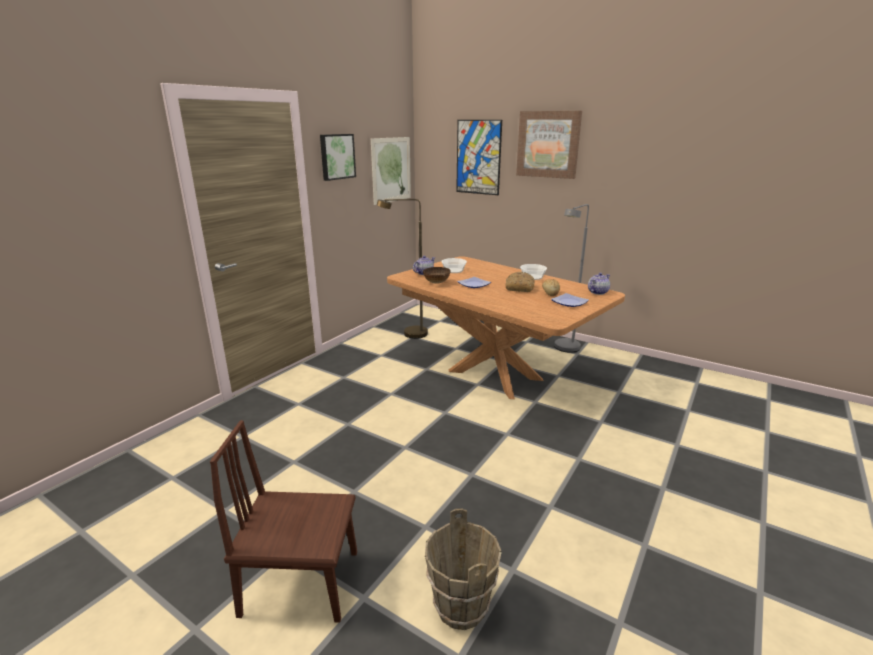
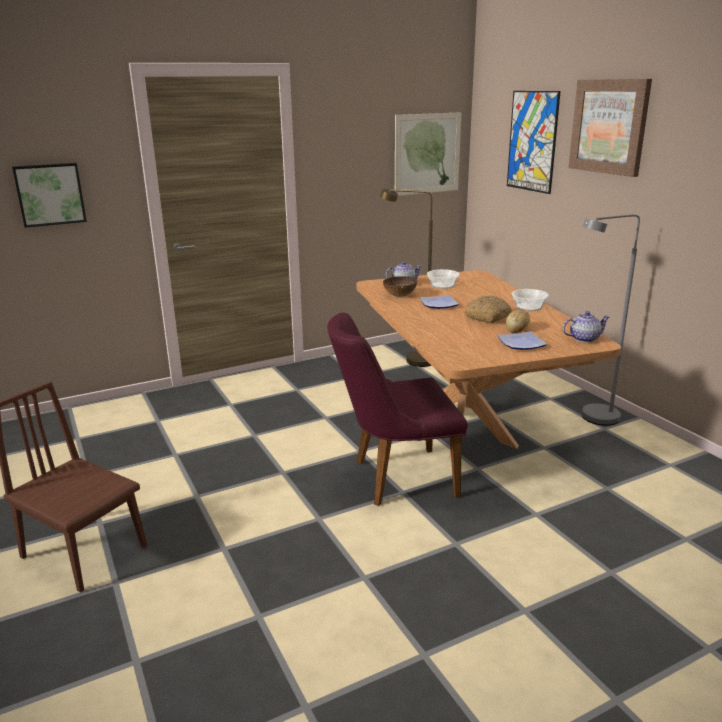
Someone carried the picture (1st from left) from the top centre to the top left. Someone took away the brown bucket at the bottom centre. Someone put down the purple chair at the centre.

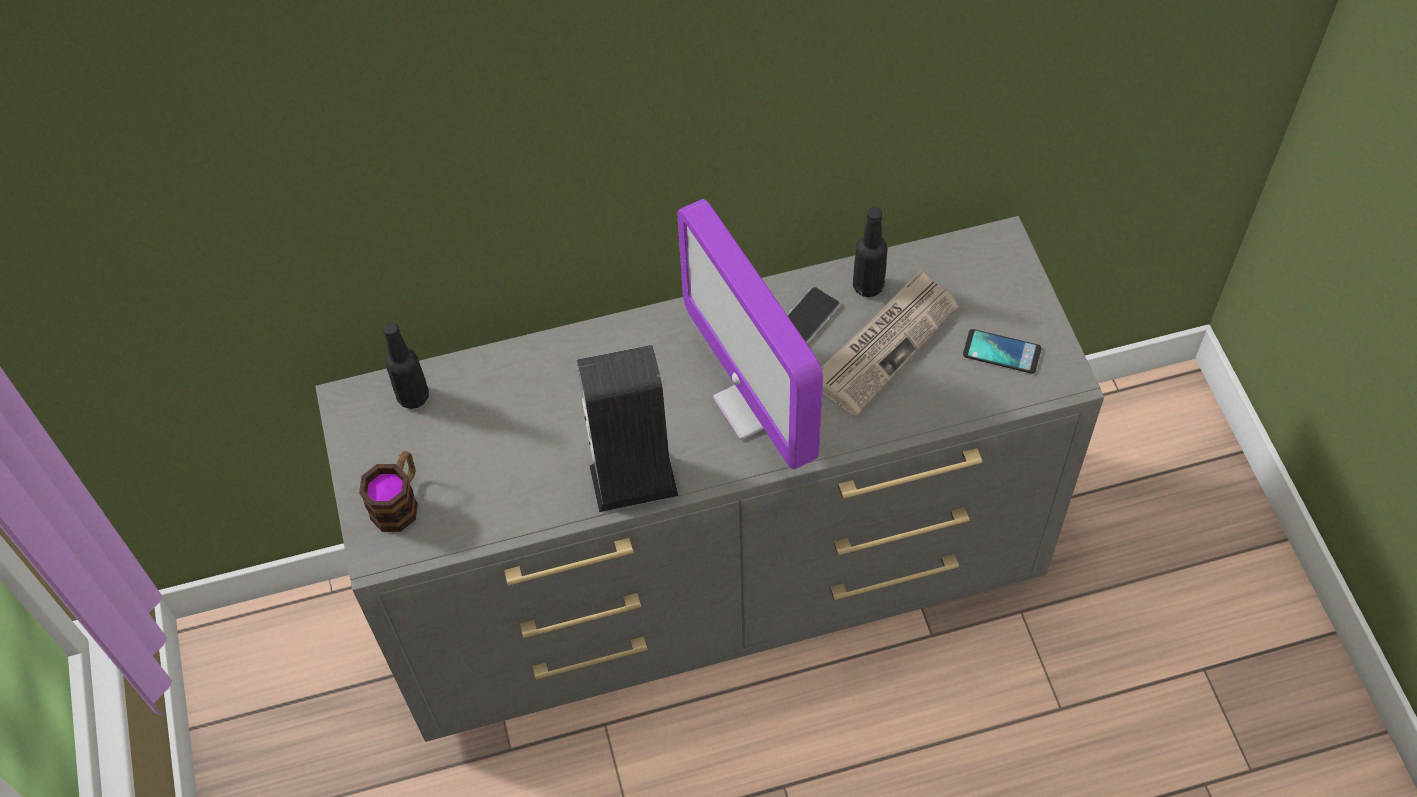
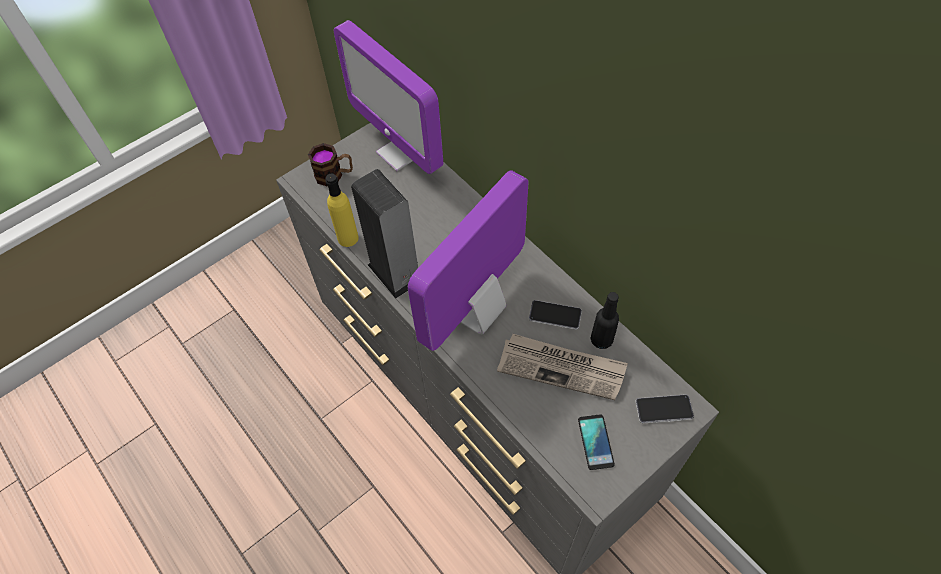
Someone swapped the black bottle (1st from left) at the middle left for the monitor (1st from left) at the top centre. Someone put down the yellow bottle at the centre. Someone put down the phone (3rd from left) at the bottom right.

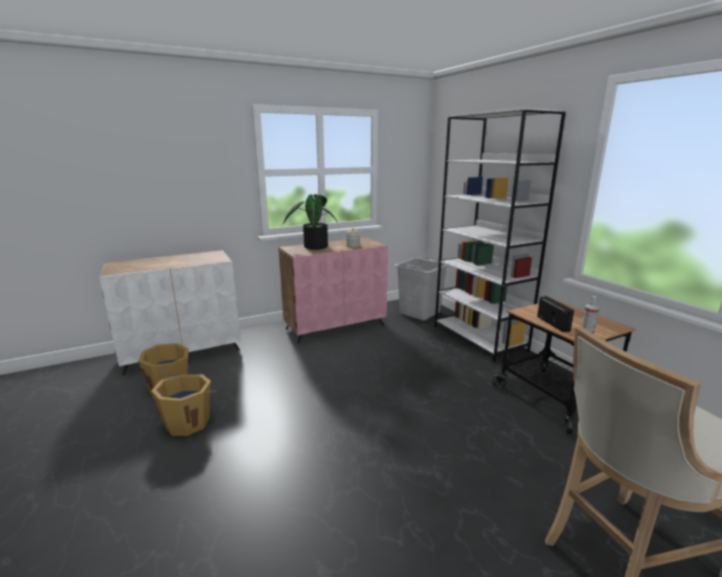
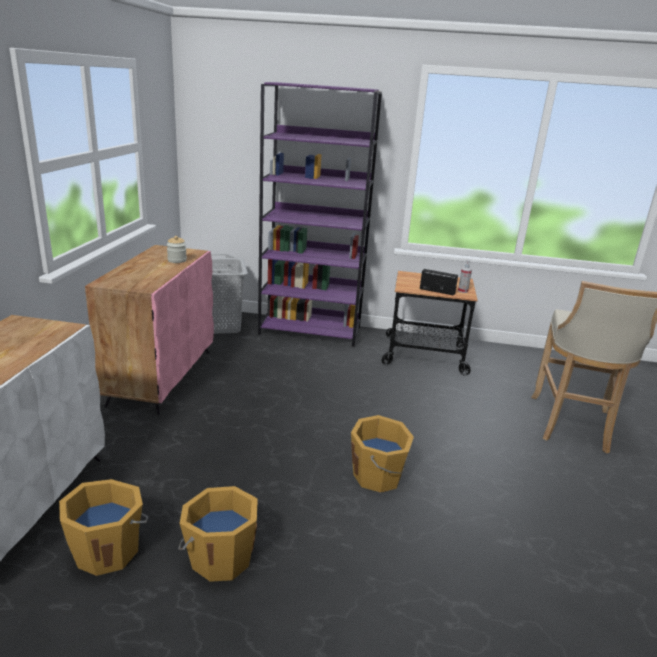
Someone repainted the white bookcase at the middle right, which became the purple bookcase at the top centre. Someone took away the potted plant at the centre. Someone put down the orange bucket (3rd from left) at the bottom centre.

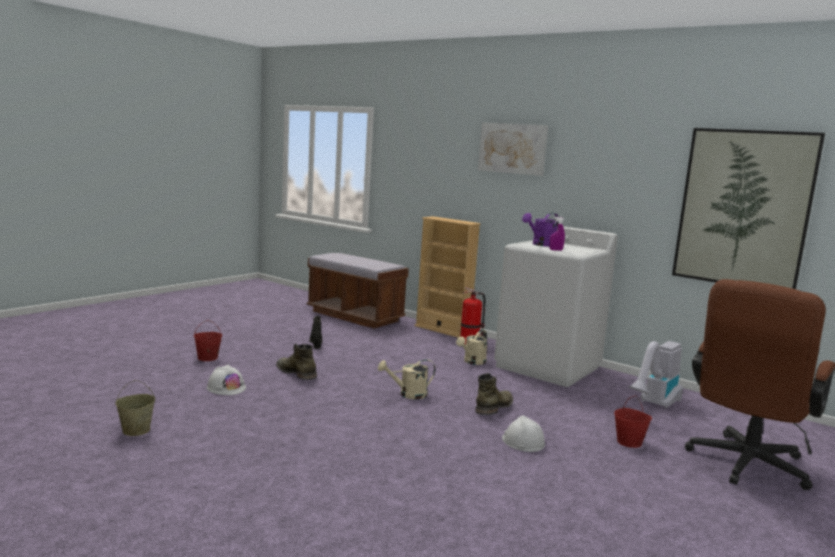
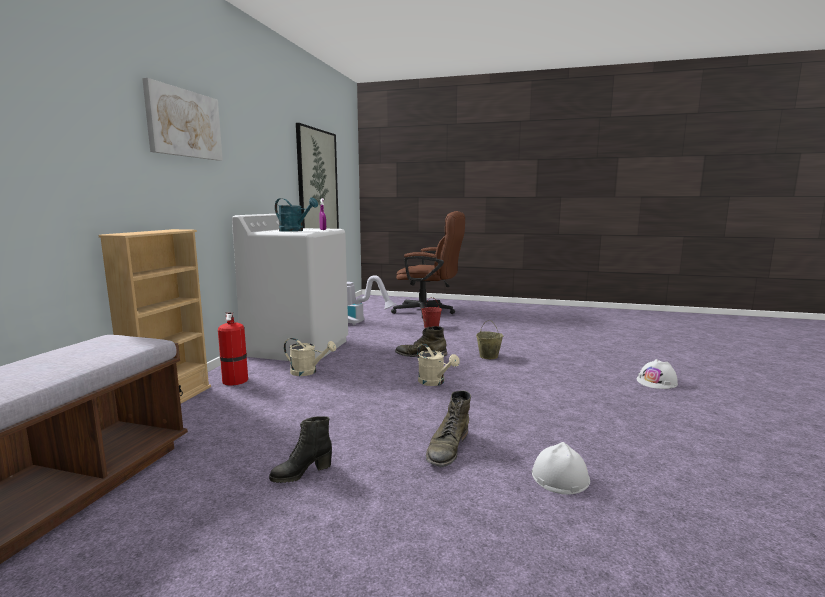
Someone repainted the purple watering can at the centre, which became the turquoise watering can at the centre. Someone took away the red bucket (1st from left) at the middle left. Someone carried the beige bucket from the bottom left to the centre. Someone carried the white hard hat (2nd from left) from the bottom centre to the middle right.

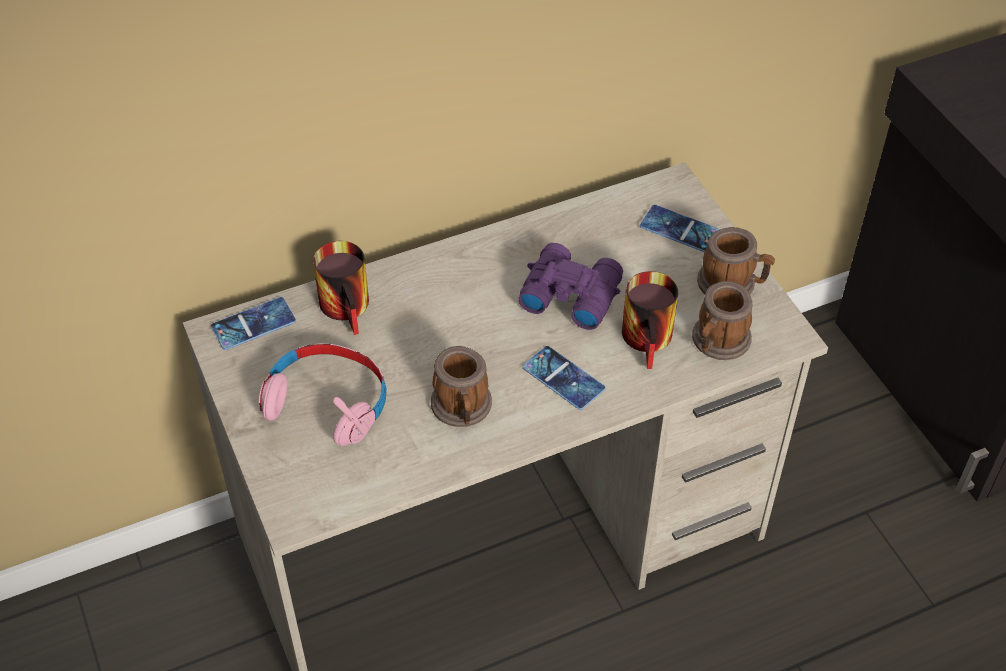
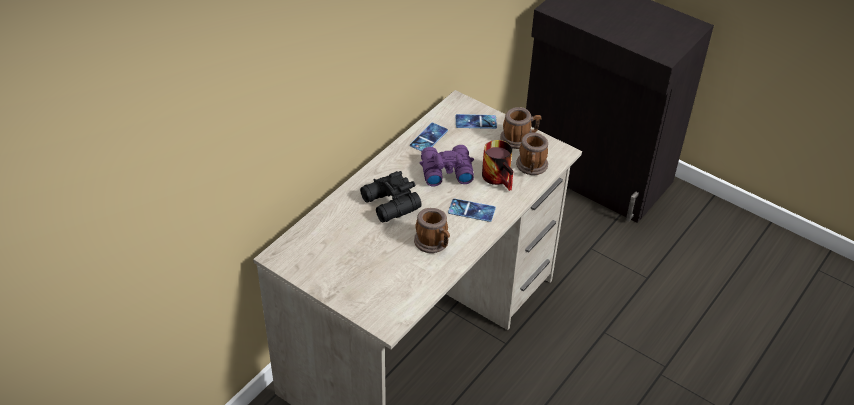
Someone took away the mug (1st from left) at the centre. Someone carried the phone (1st from left) from the middle left to the centre. Someone took away the pink headphones at the middle left. Someone put down the black binoculars at the centre.

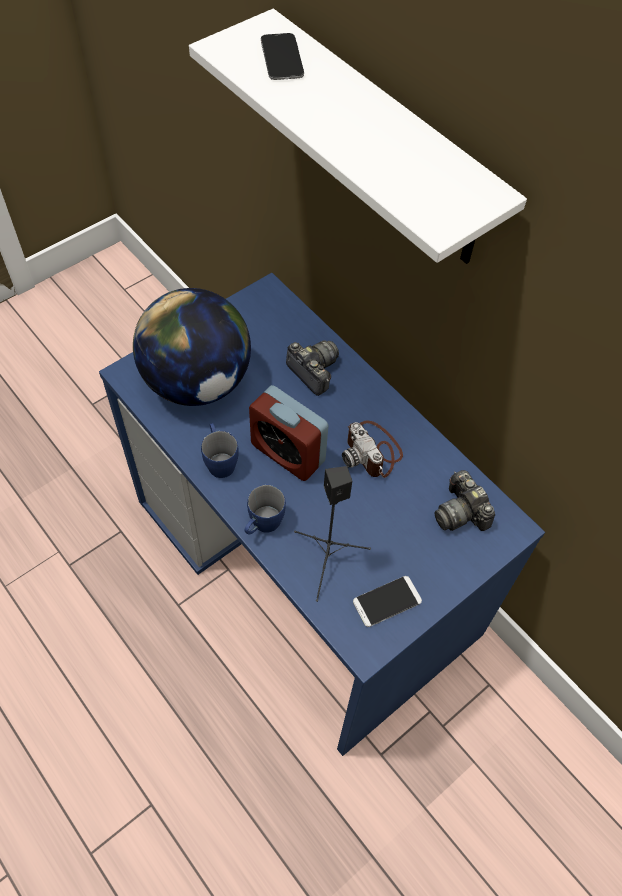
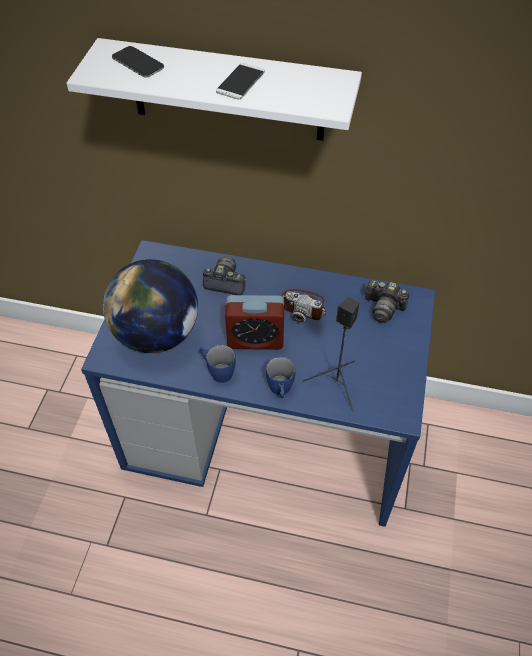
Someone carried the phone (2nd from left) from the bottom centre to the top centre.

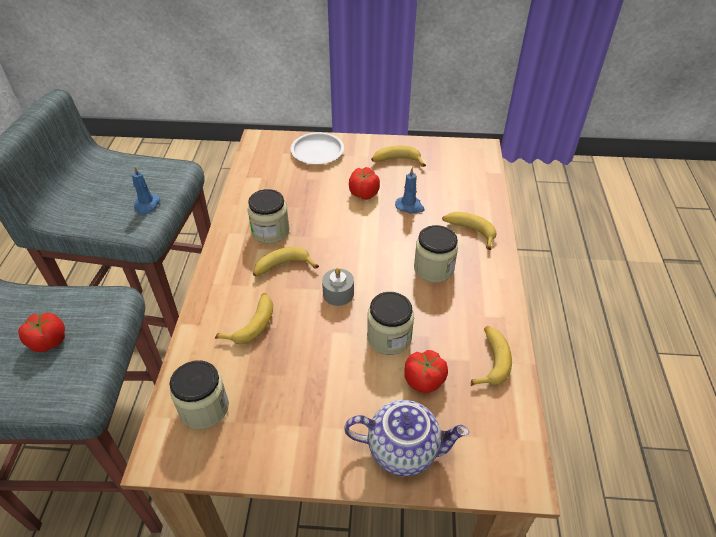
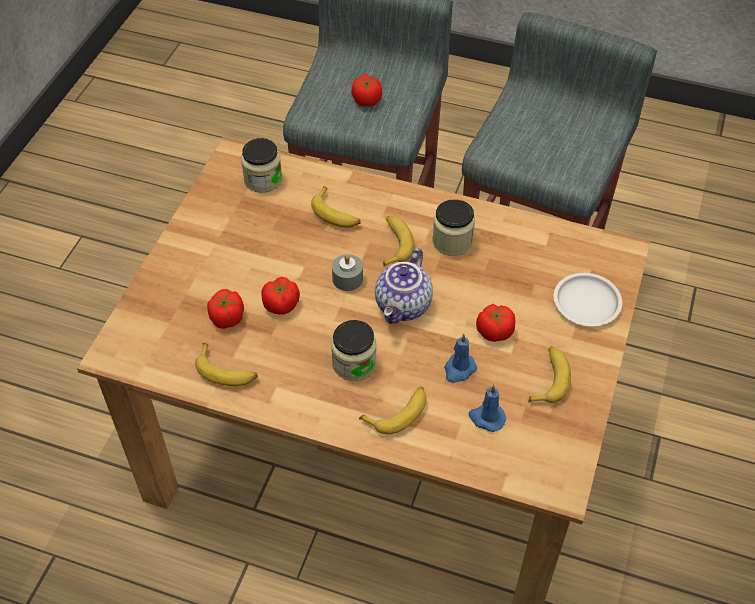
Someone carried the blue candle (1st from left in the first image) from the middle left to the bottom centre. Someone swapped the jar (3rd from left) at the centre for the tomato (2nd from left) at the centre. Someone carried the teapot from the bottom centre to the centre.

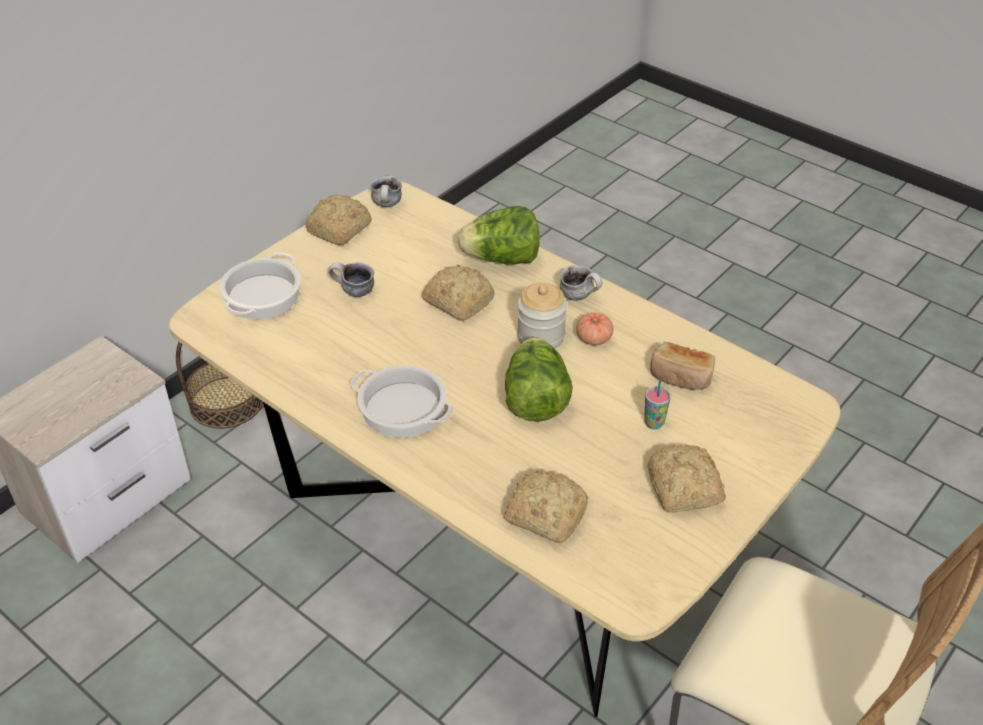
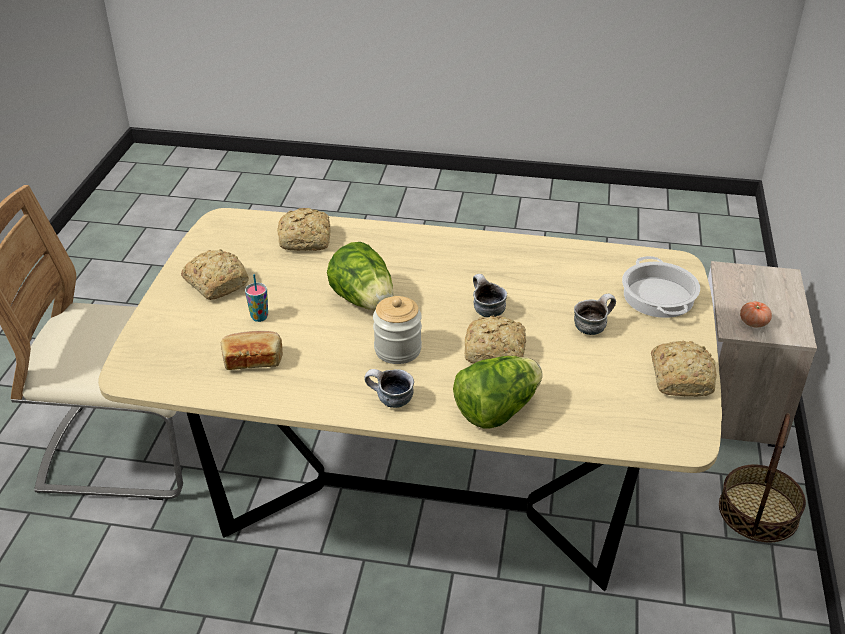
Someone carried the mug (2nd from left) from the top centre to the centre. Someone carried the tomato from the centre to the middle right. Someone took away the cooking pot (2nd from left) at the centre.

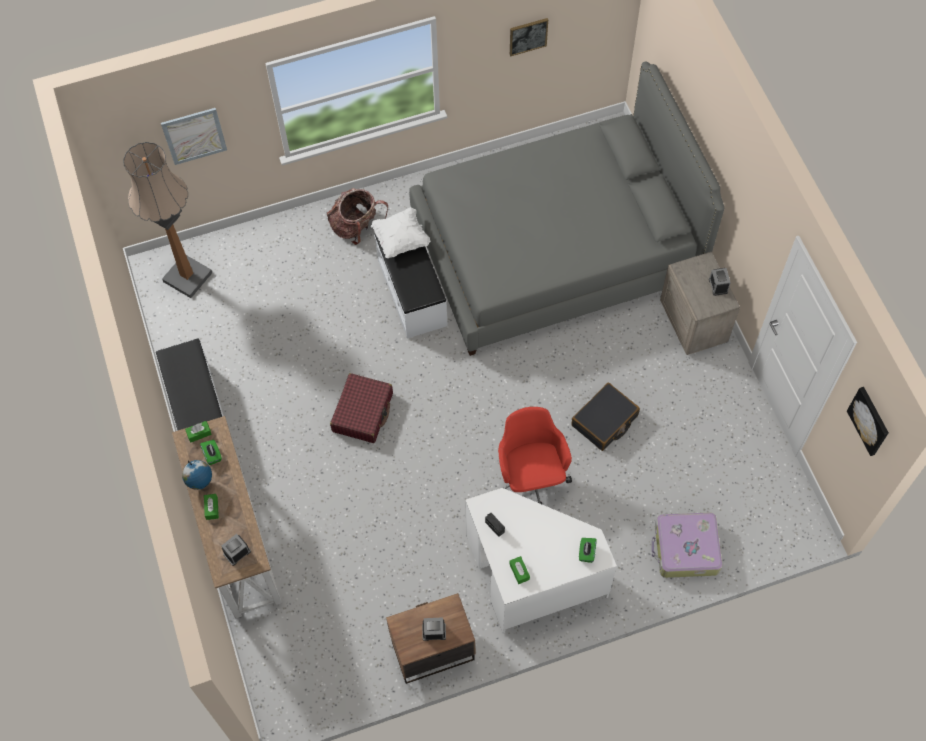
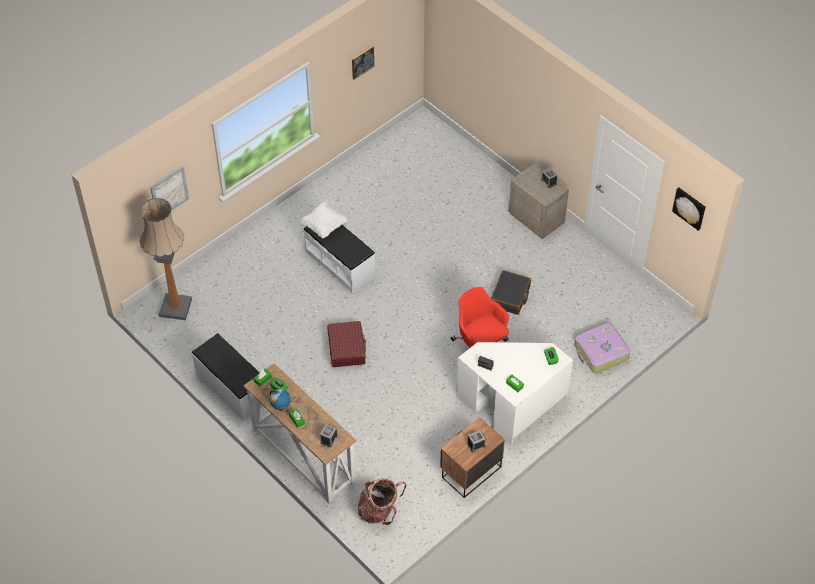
Someone took away the grey bed at the top centre. Someone carried the backpack from the top centre to the bottom centre.

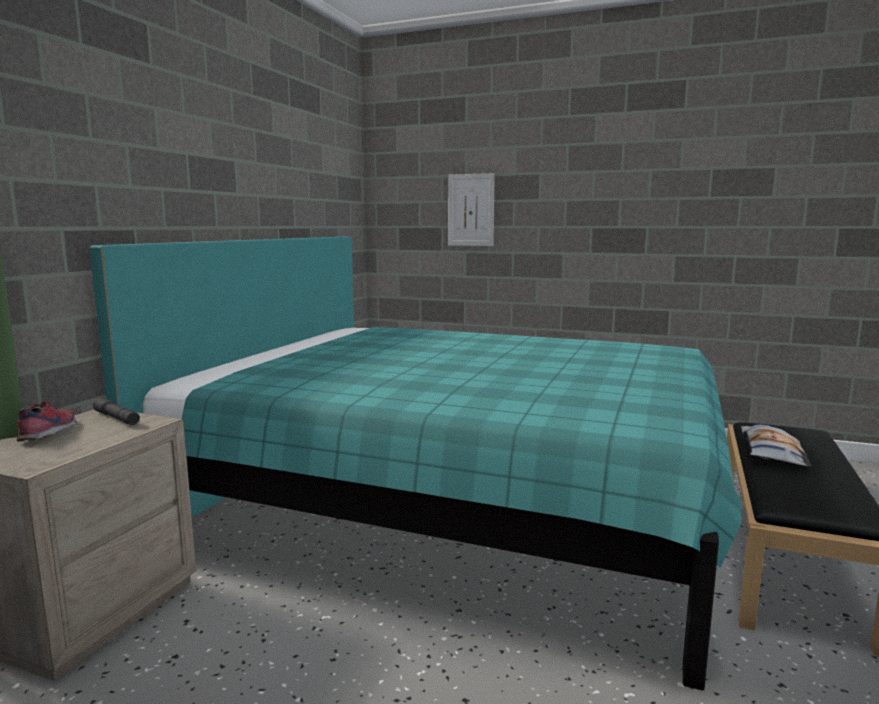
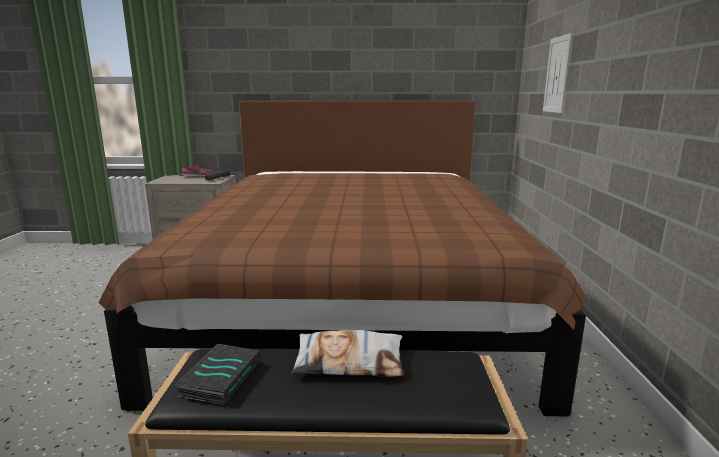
Someone repainted the turquoise bed at the centre, which became the brown bed at the centre. Someone put down the book at the bottom left.

